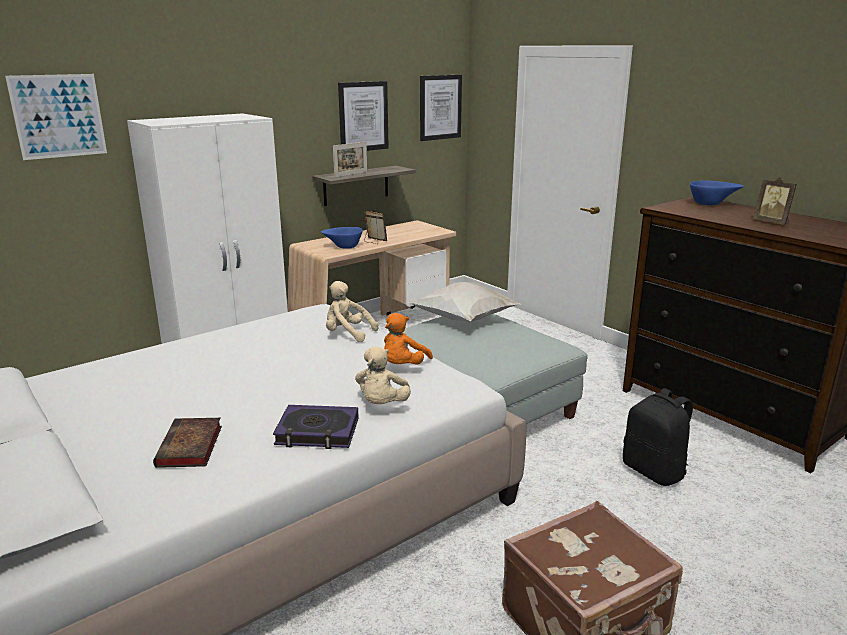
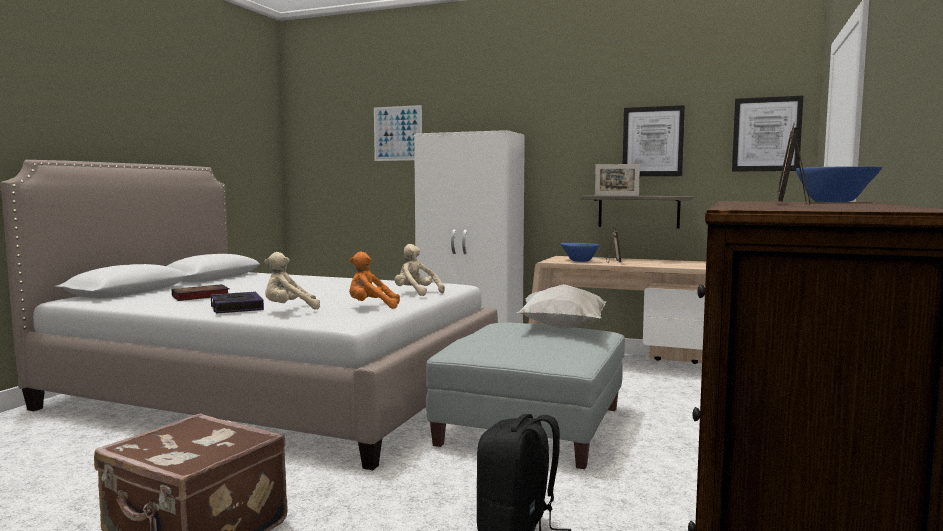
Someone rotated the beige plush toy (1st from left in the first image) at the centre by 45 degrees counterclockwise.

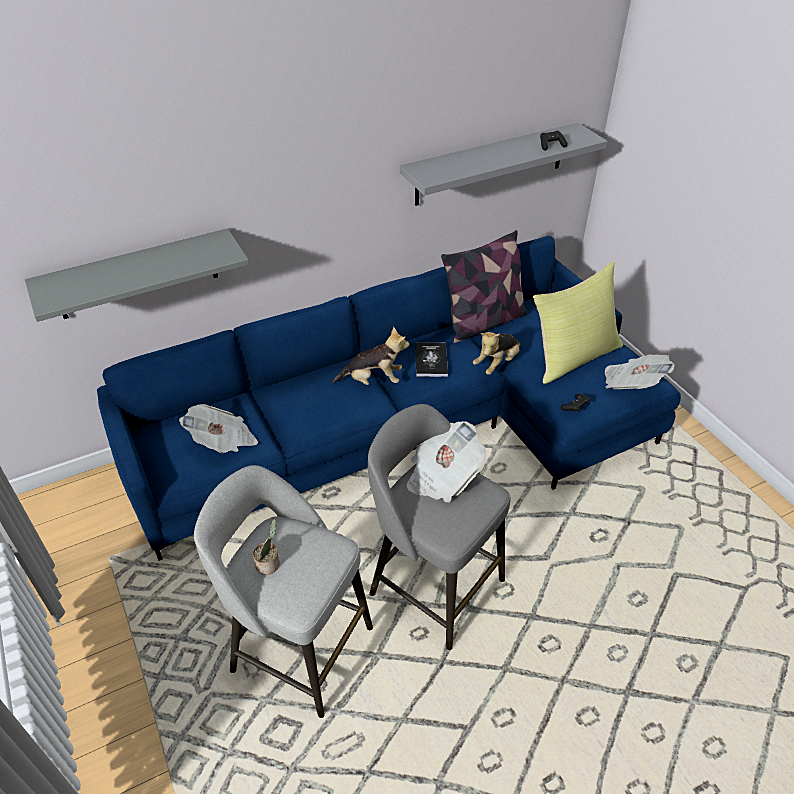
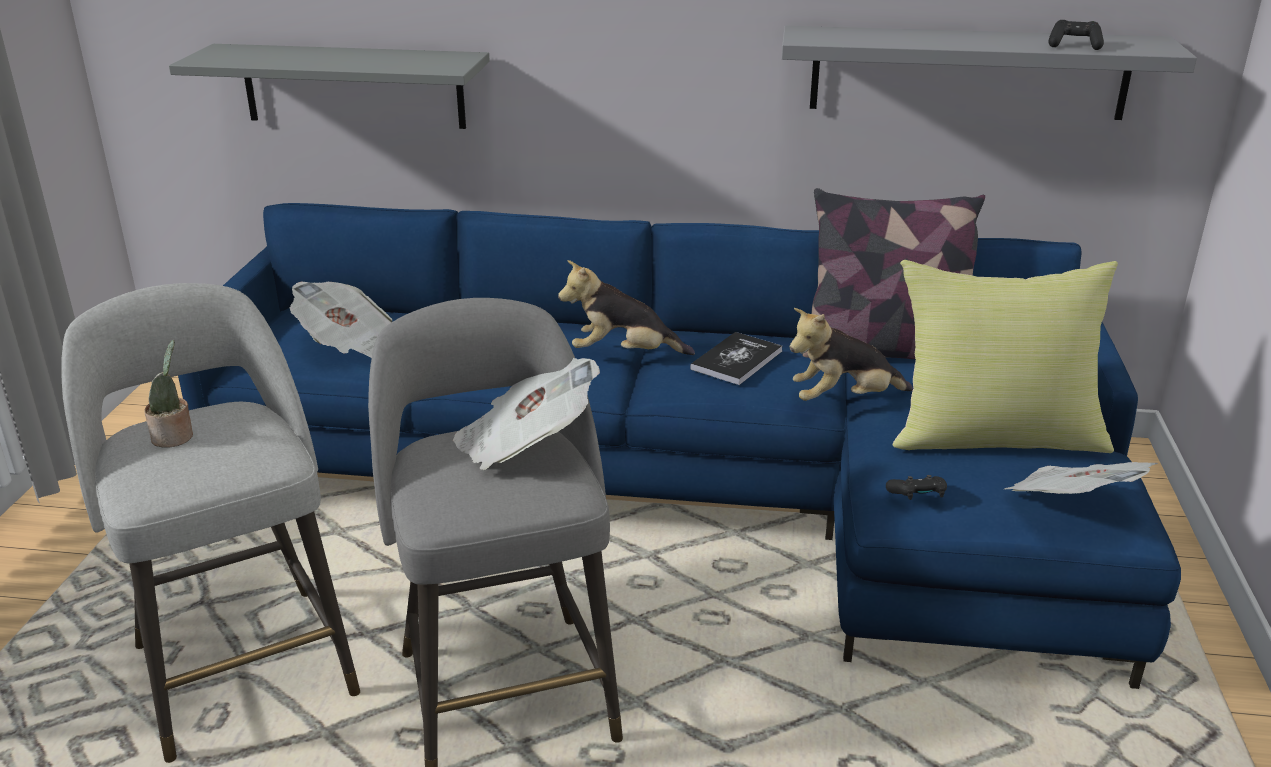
Someone rotated the plush toy (1st from left) at the centre by 150 degrees clockwise.

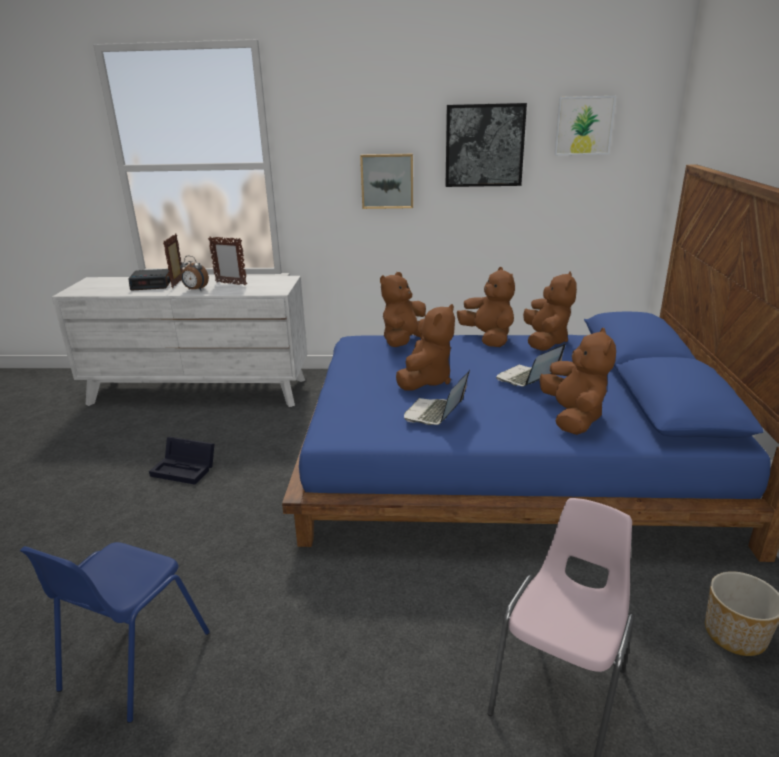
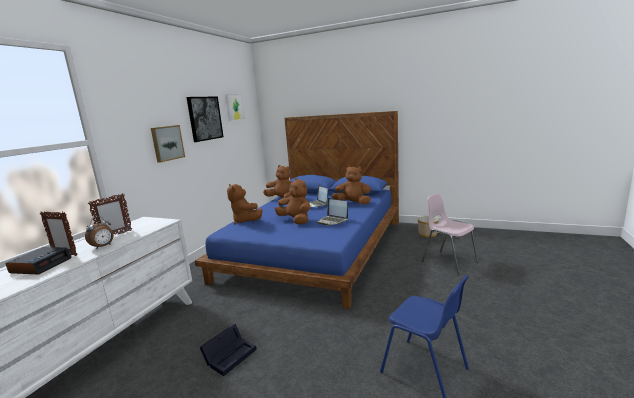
Someone took away the brown plush toy (3rd from left) at the centre.

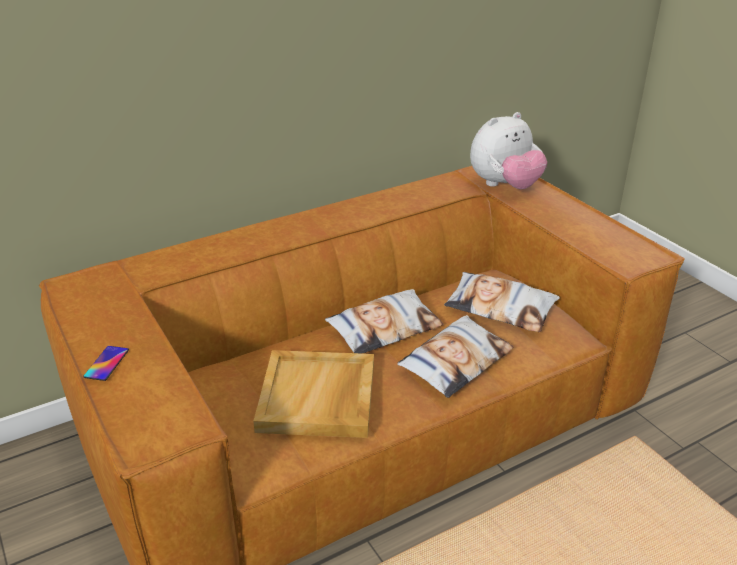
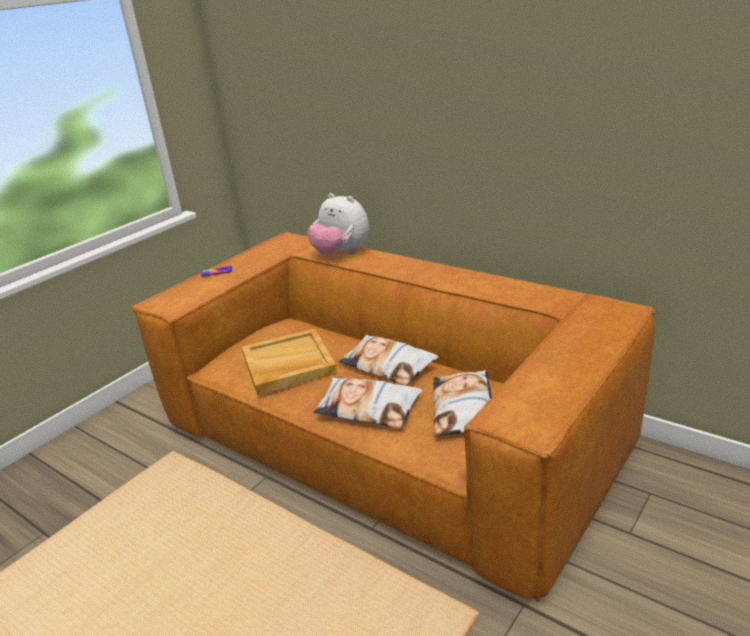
Someone carried the plush toy from the top right to the centre.

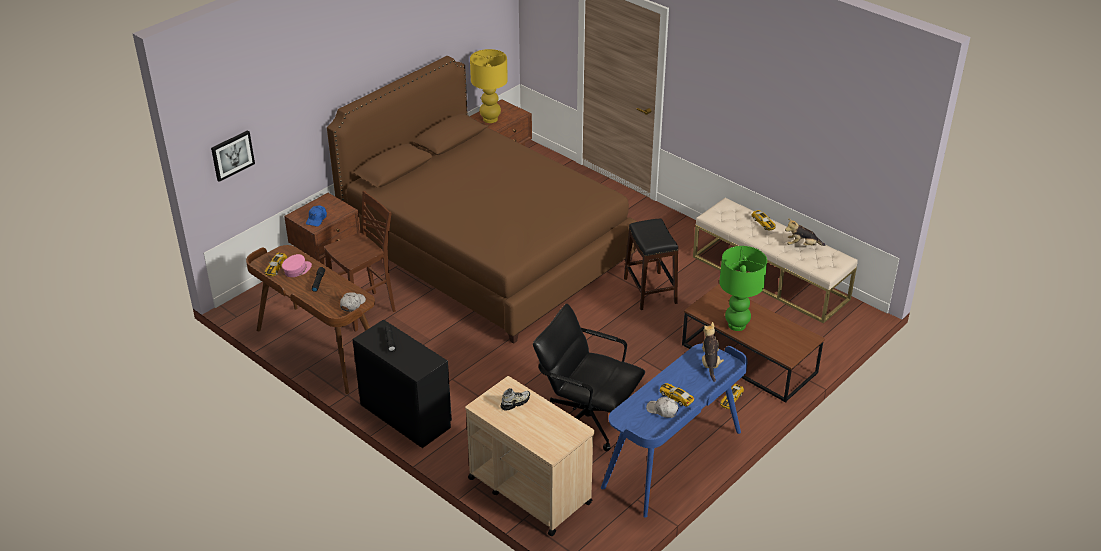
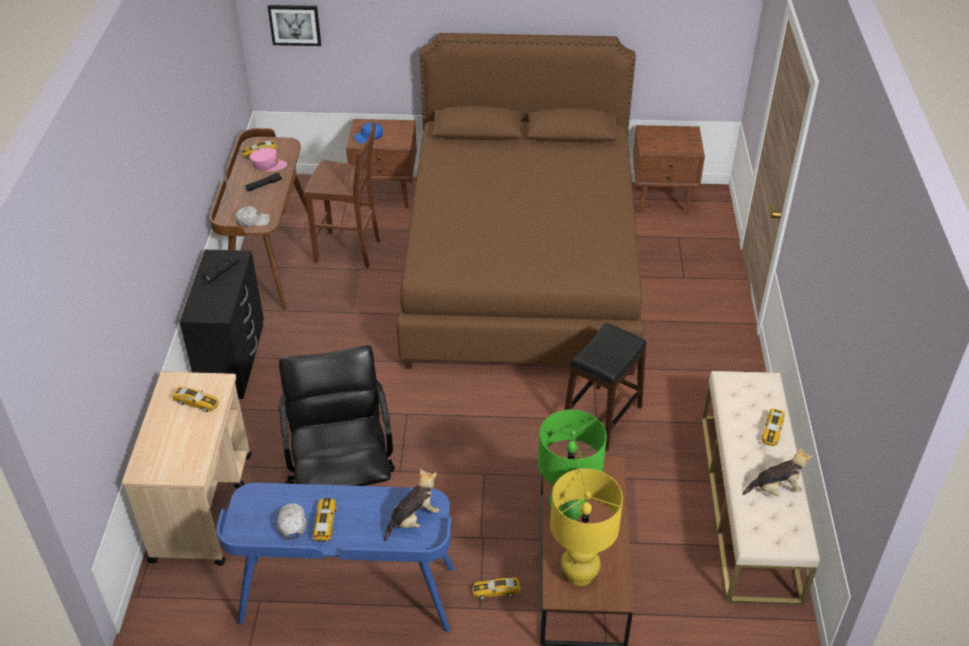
Someone carried the yellow table lamp from the top centre to the bottom centre. Someone rotated the plush toy (2nd from left) at the middle right by 120 degrees clockwise. Someone swapped the shoe at the bottom centre for the toy car (1st from left) at the middle left.

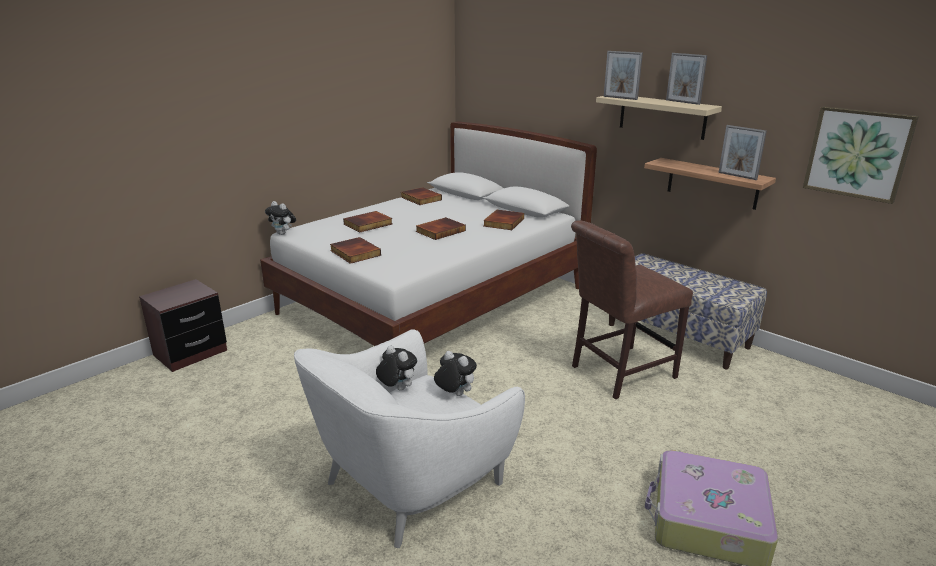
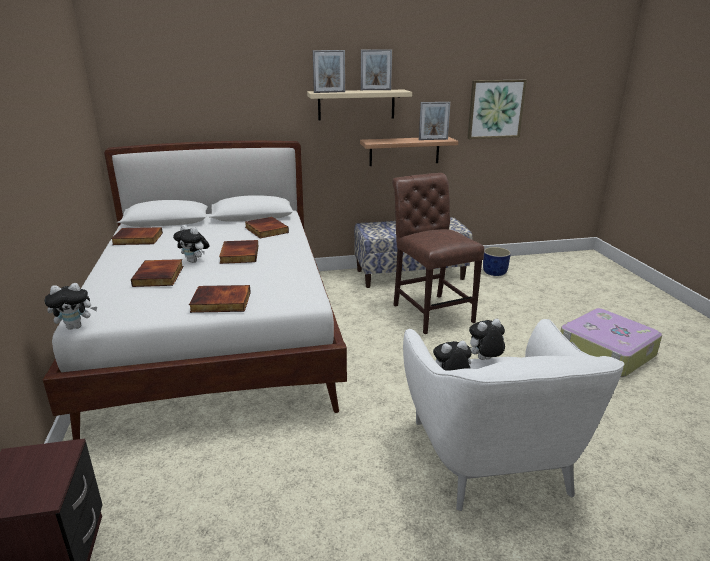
Someone rotated the brown chair at the middle right by 150 degrees clockwise. Someone put down the plush toy (2nd from left) at the middle left. Someone put down the blue planter at the middle right.

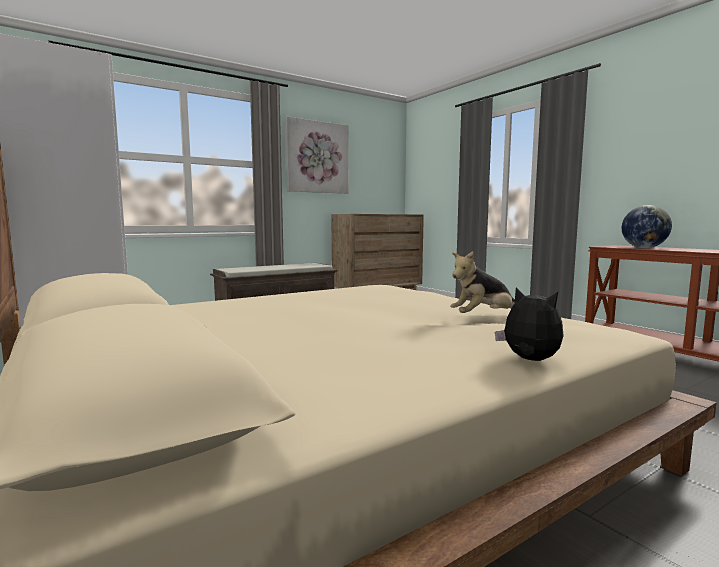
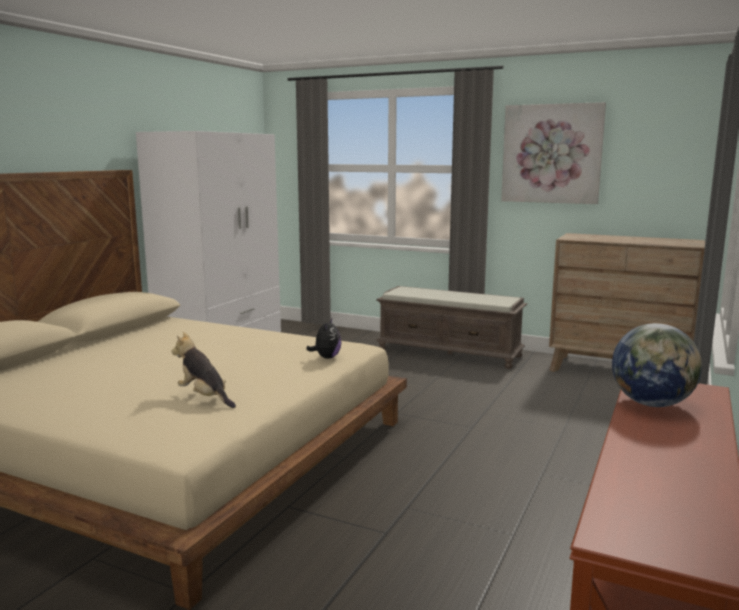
Someone carried the plush toy (2nd from left) from the middle right to the centre.

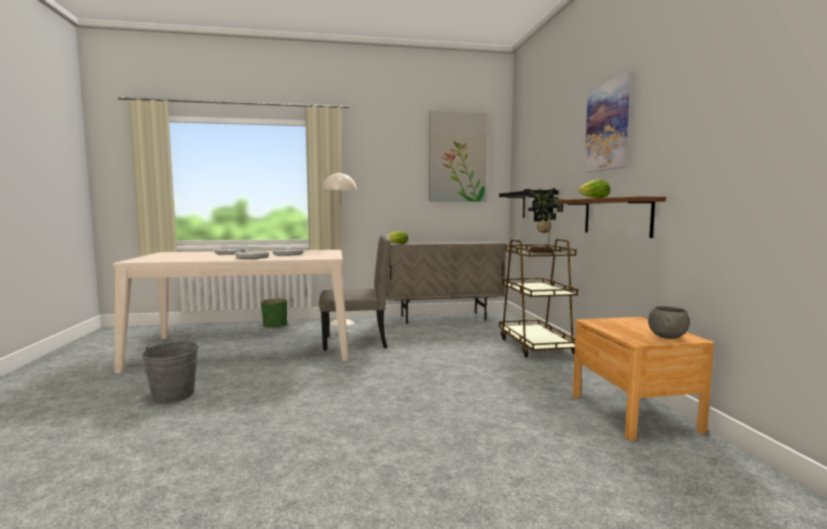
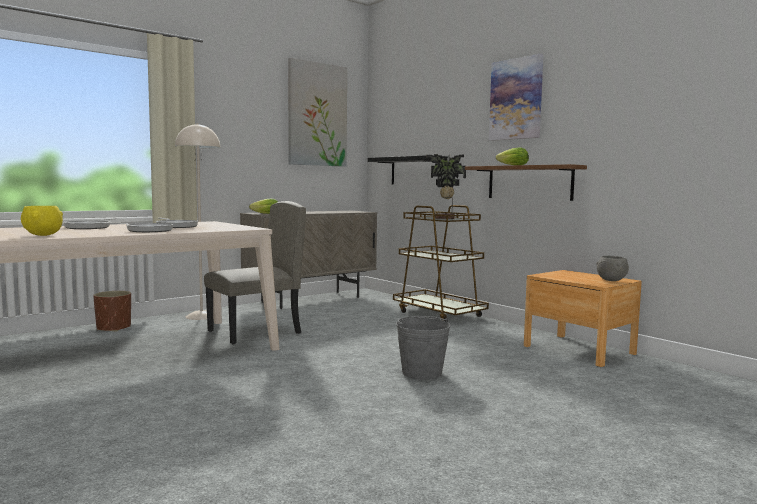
Someone repainted the green planter at the middle left, which became the brown planter at the middle left. Someone carried the grey bucket from the bottom left to the bottom centre. Someone put down the yellow bowl at the middle left.

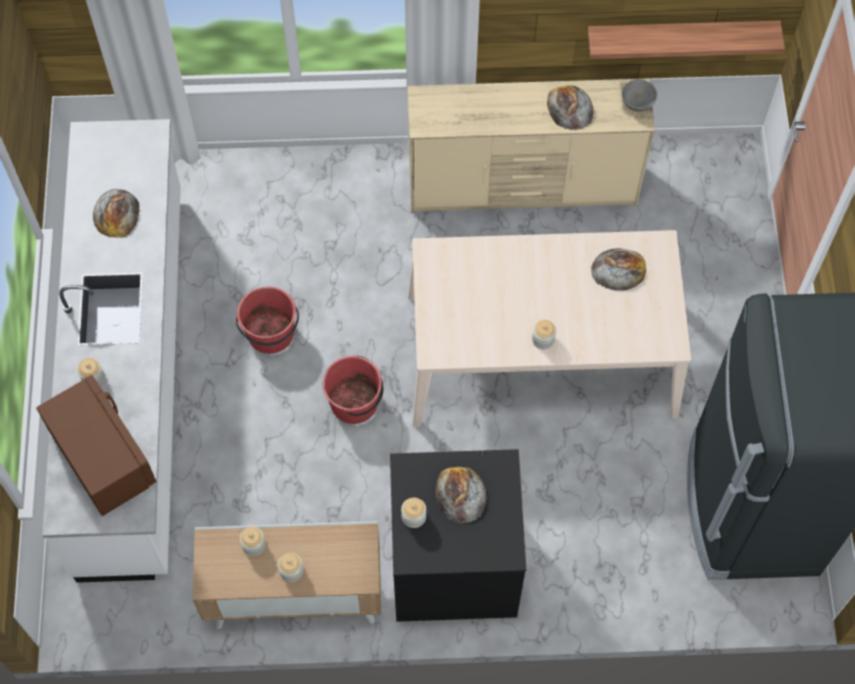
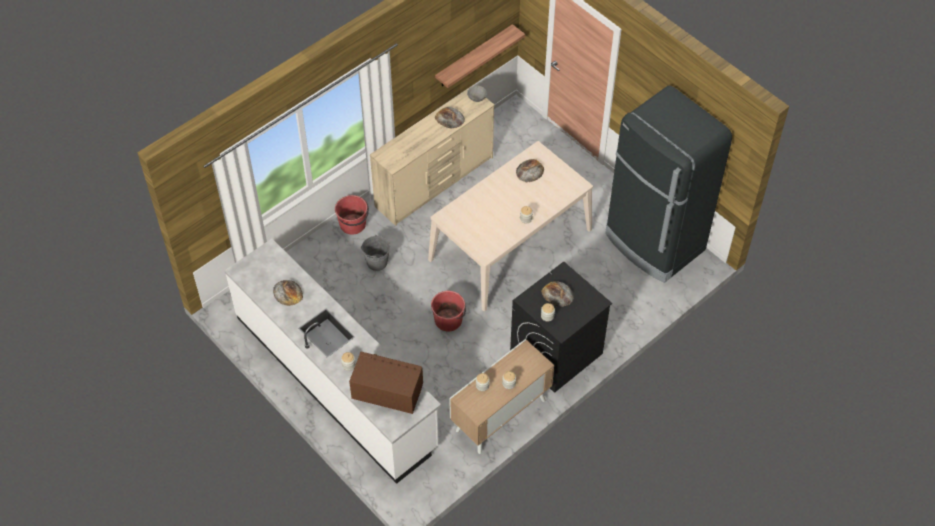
Someone carried the red bucket (1st from left) from the middle left to the centre. Someone put down the grey bucket at the centre.

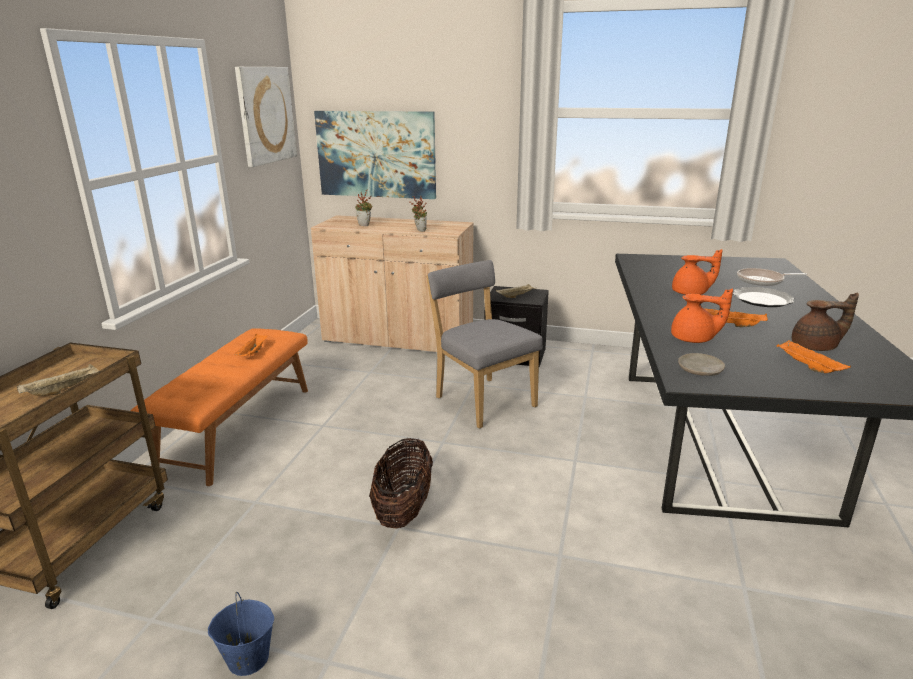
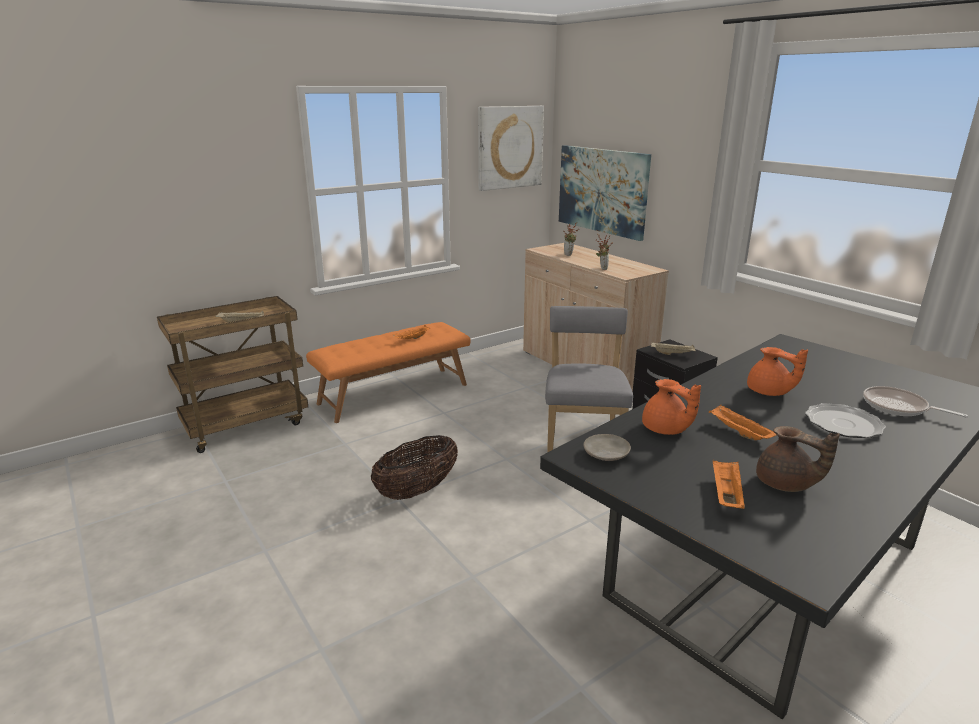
Someone took away the blue bucket at the bottom left.

